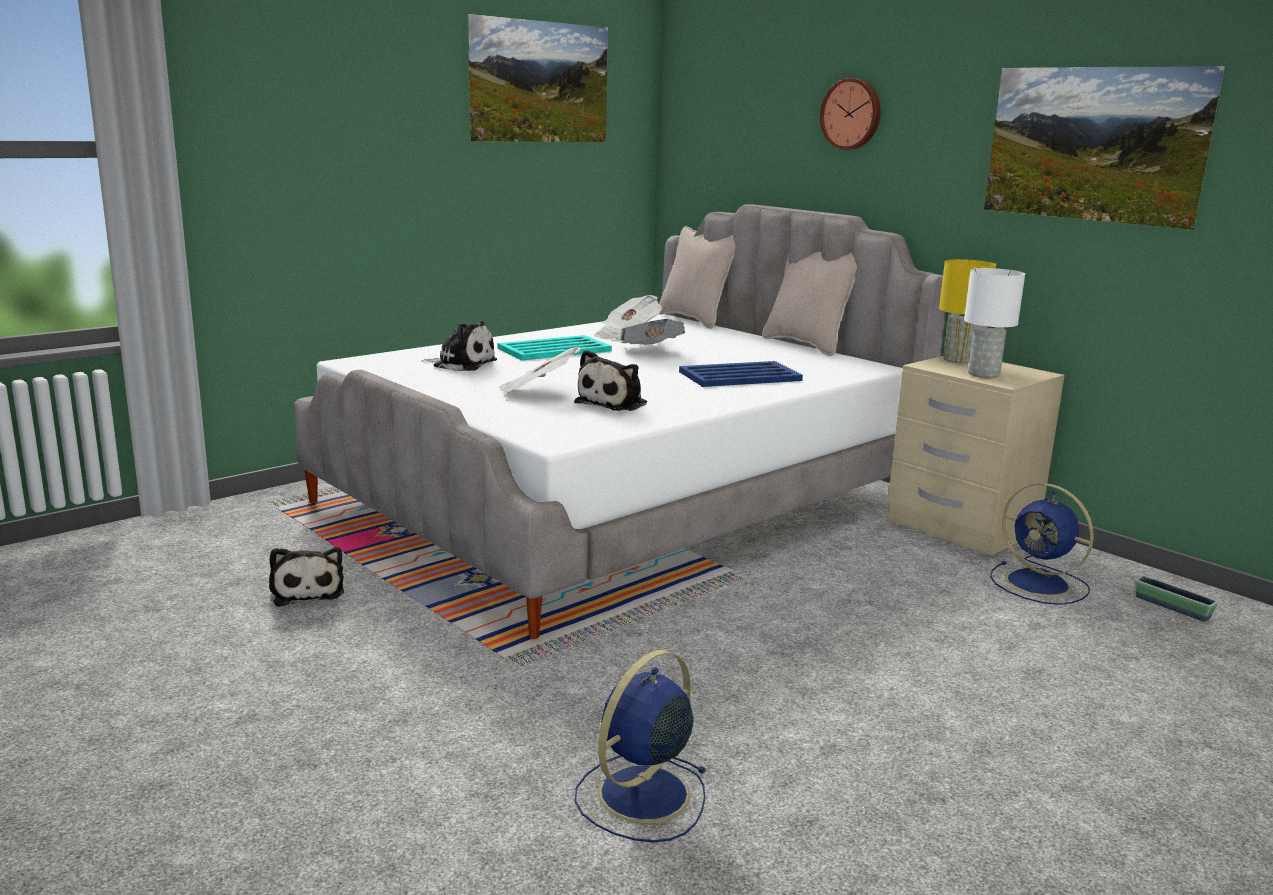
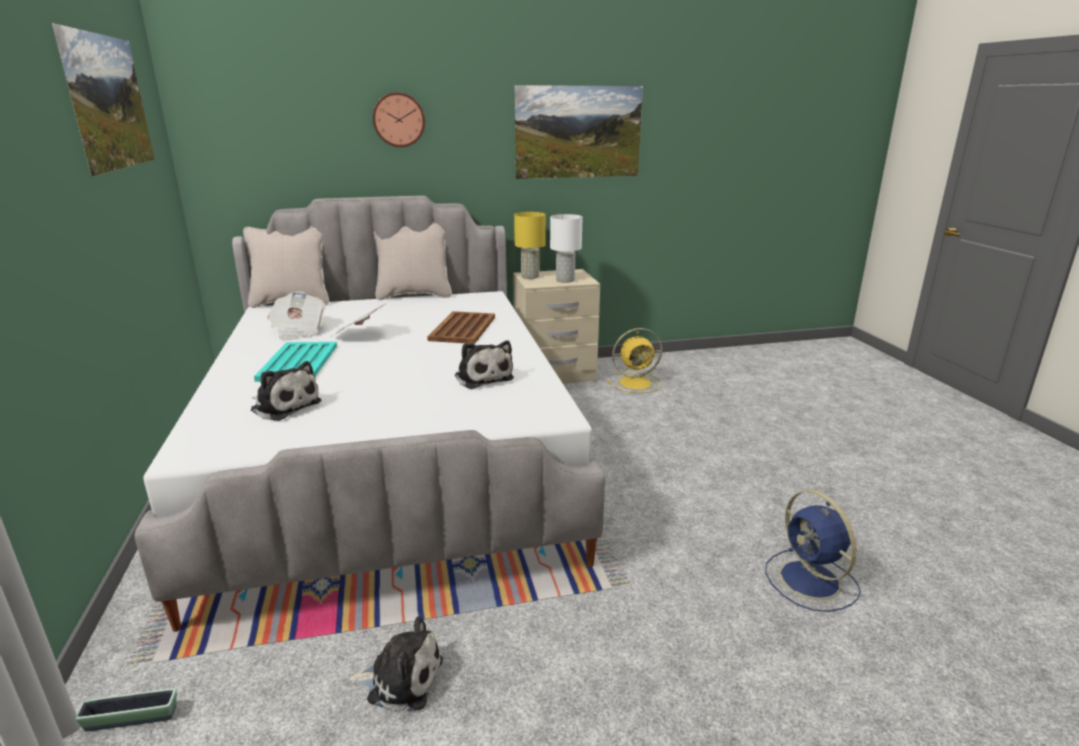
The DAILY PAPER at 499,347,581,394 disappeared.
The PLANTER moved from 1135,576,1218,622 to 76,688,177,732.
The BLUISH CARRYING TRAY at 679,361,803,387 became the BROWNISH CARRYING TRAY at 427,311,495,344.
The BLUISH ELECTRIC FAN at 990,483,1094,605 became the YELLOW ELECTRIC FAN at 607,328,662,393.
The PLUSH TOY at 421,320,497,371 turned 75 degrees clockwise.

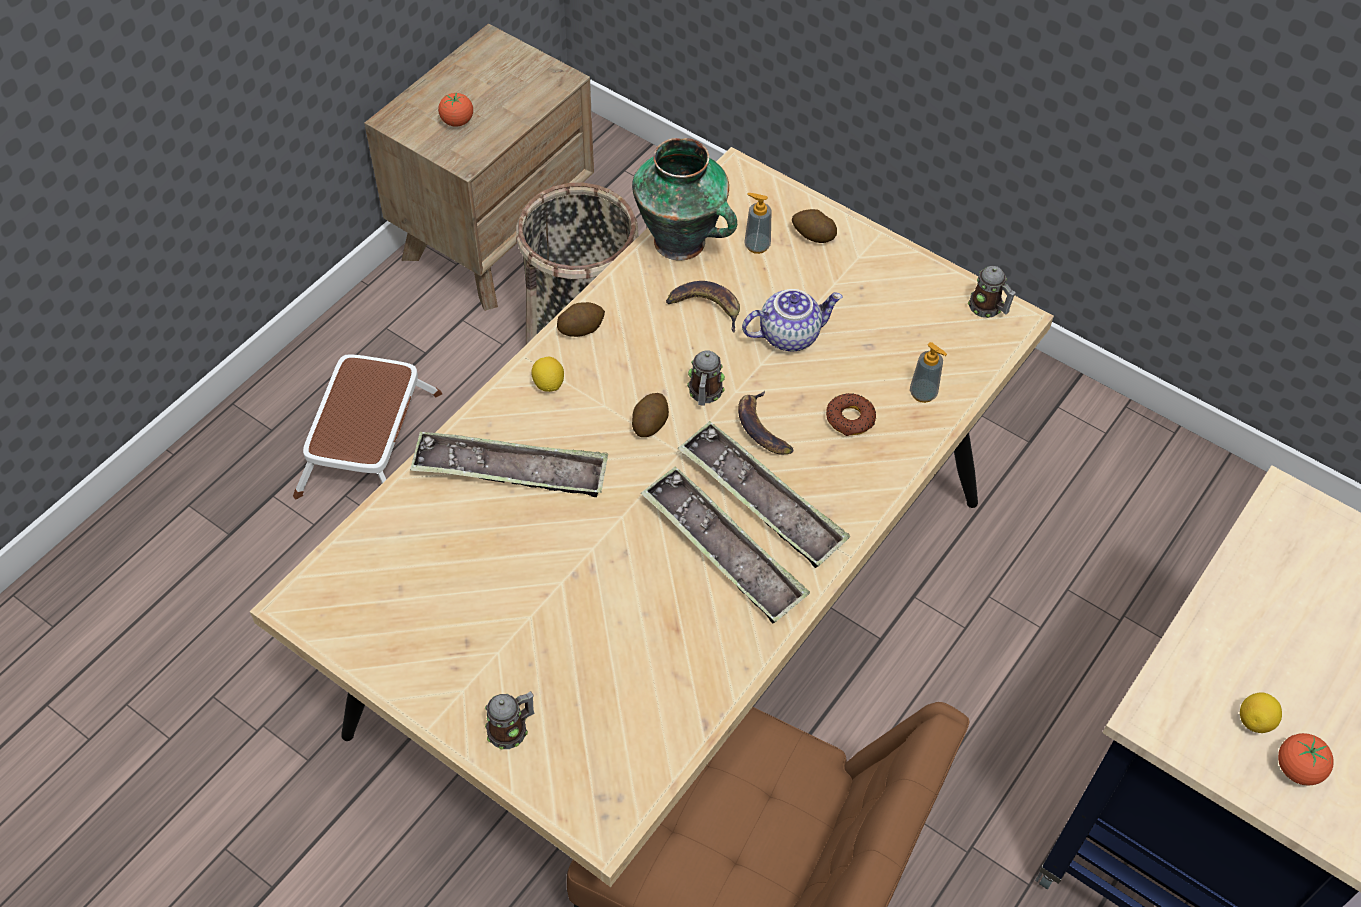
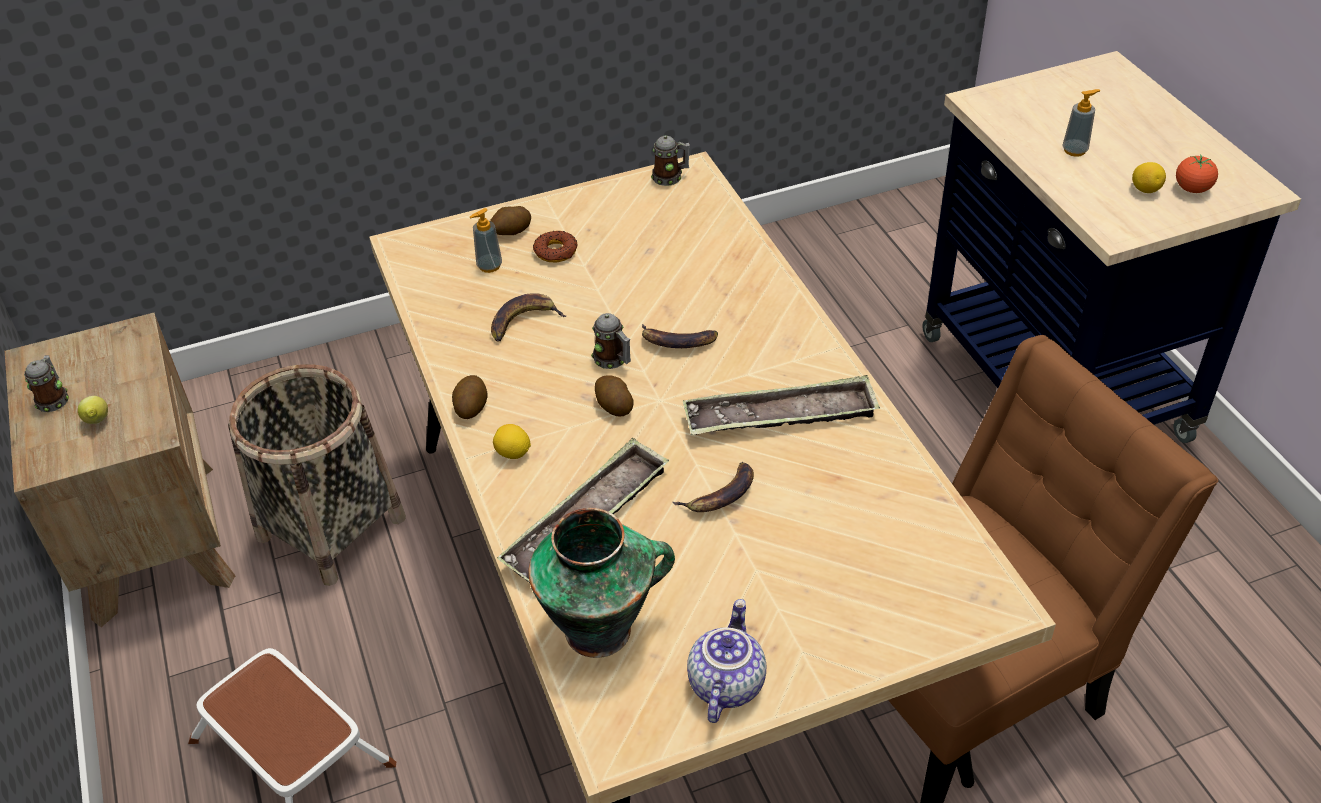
The CARRYING TRAY at 678,421,850,568 disappeared.
The BANANA at 673,462,754,512 appeared.
The TEA MUG moved from 485,691,535,749 to 24,355,69,412.
The VASE moved from 632,138,737,261 to 529,508,675,658.
The TEAPOT moved from 742,289,843,351 to 687,599,766,723.
The DONUT moved from 826,393,876,436 to 533,231,577,263.
The SOAP DISPENSER moved from 910,342,947,403 to 1062,89,1101,157.
The TOMATO at 438,93,473,127 was replaced by the WHOLE LEMON at 78,396,108,424.

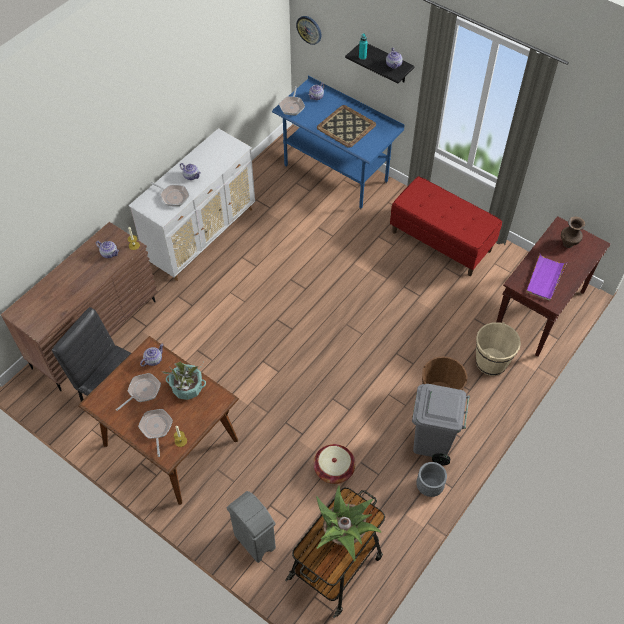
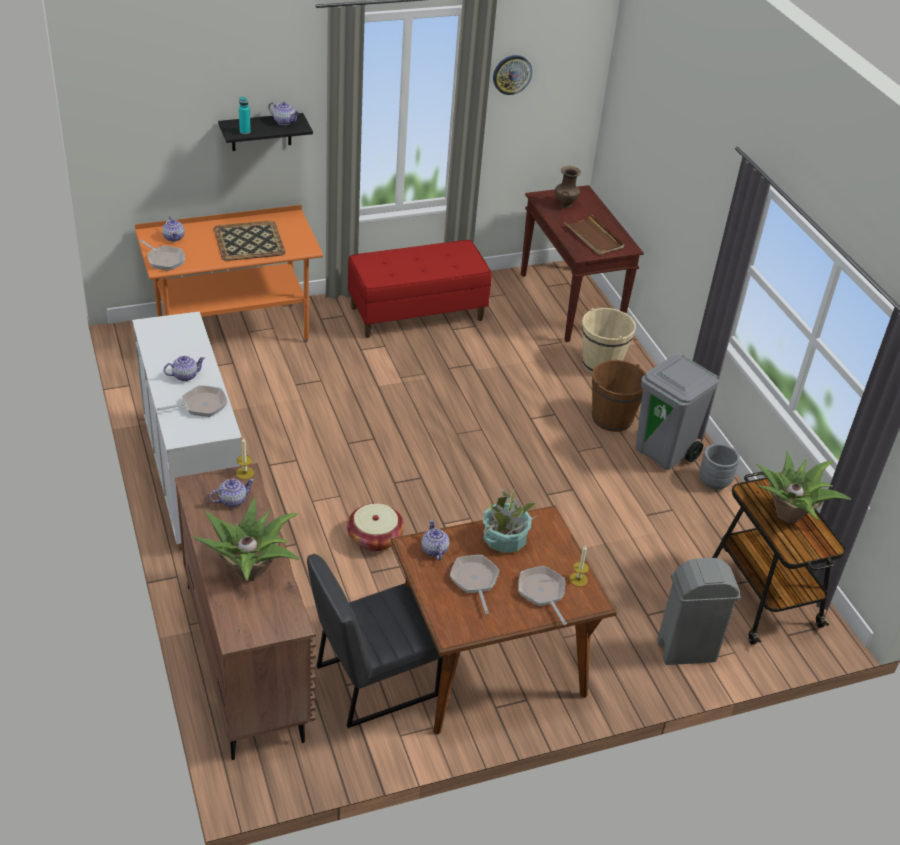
The HOUSEPLANT at 193,499,299,581 appeared.
The WALL CLOCK moved from 296,16,321,45 to 493,55,532,95.
The BASKET moved from 314,444,355,484 to 347,503,404,551.
The BLUISH DESK TABLE at 272,76,405,209 became the ORANGE-COLOURED DESK TABLE at 135,205,323,342.
The PURPLE-COLOURED CARRYING TRAY at 526,254,567,301 became the BROWNISH CARRYING TRAY at 564,214,624,255.
The PAN at 138,409,173,457 turned 45 degrees clockwise.

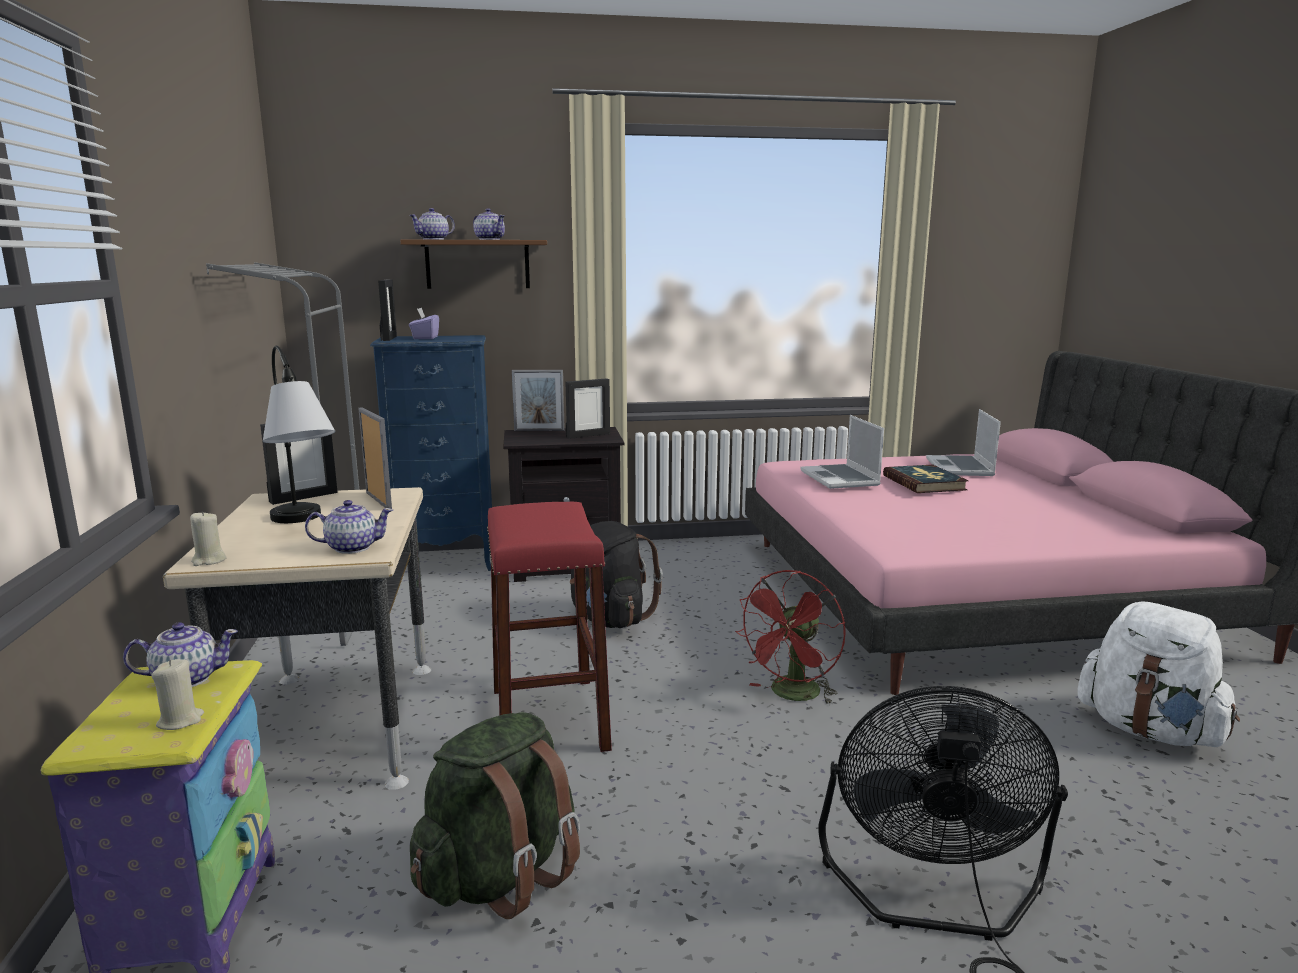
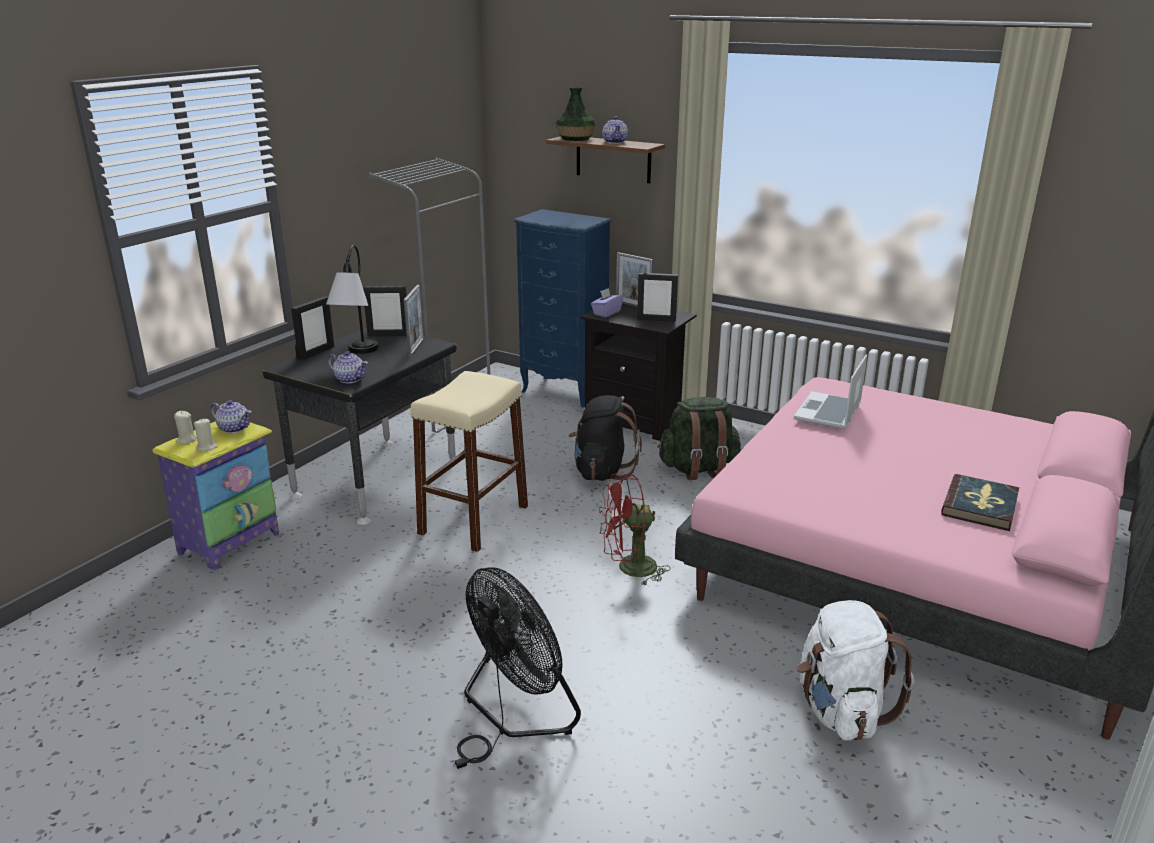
The LAPTOP at 926,409,1001,476 disappeared.
The BEIGE-COLOURED WAX LIGHT moved from 190,511,226,566 to 174,411,197,444.
The PHOTO FRAME moved from 378,280,397,341 to 291,296,334,360.
The PURPLE-COLOURED TISSUE HOLDER moved from 409,307,439,339 to 591,288,623,317.
The GREENISH BACKPACK moved from 410,712,580,919 to 657,397,741,480.
The VOLUME moved from 883,465,969,493 to 941,474,1019,531.
The TEAPOT at 409,208,455,240 was replaced by the VASE at 556,87,596,141.
The BEIGE-COLOURED DESK TABLE at 163,487,431,790 became the BLACK DESK TABLE at 263,327,459,525.
The REDDISH STOOL SEAT at 487,502,612,752 became the BEIGE-COLOURED STOOL SEAT at 411,371,528,552.

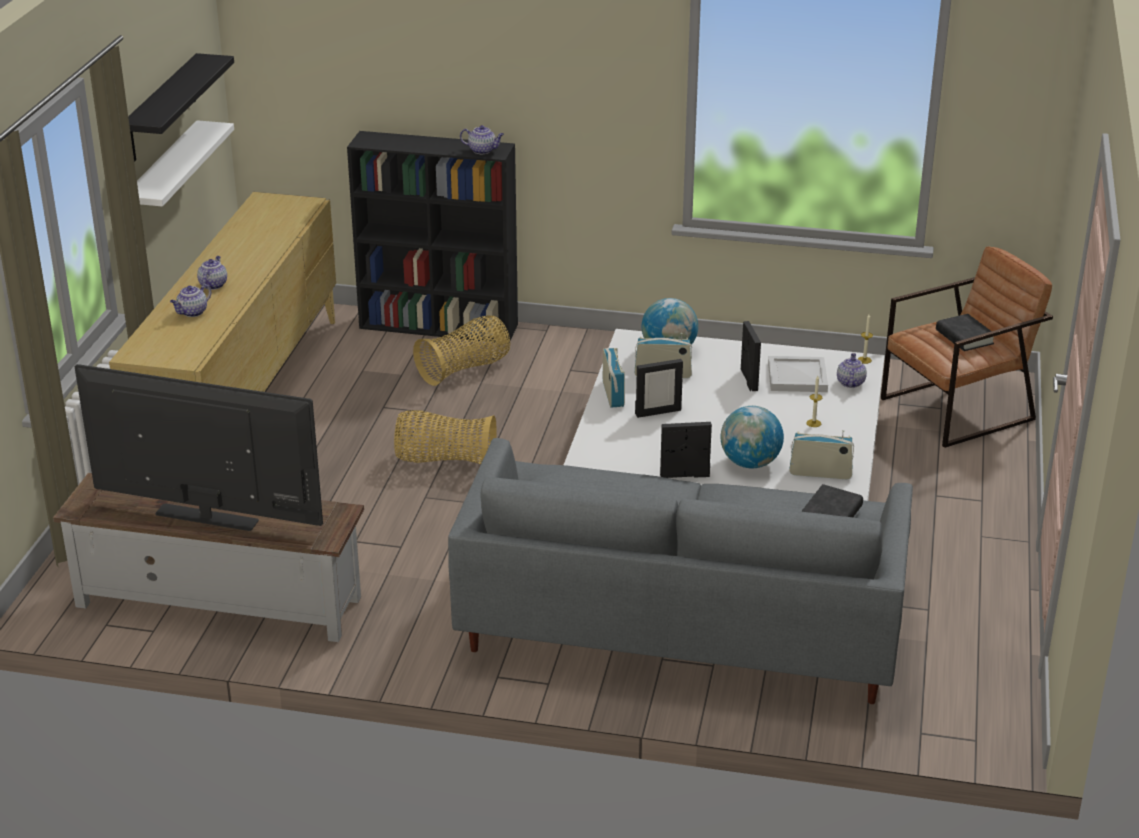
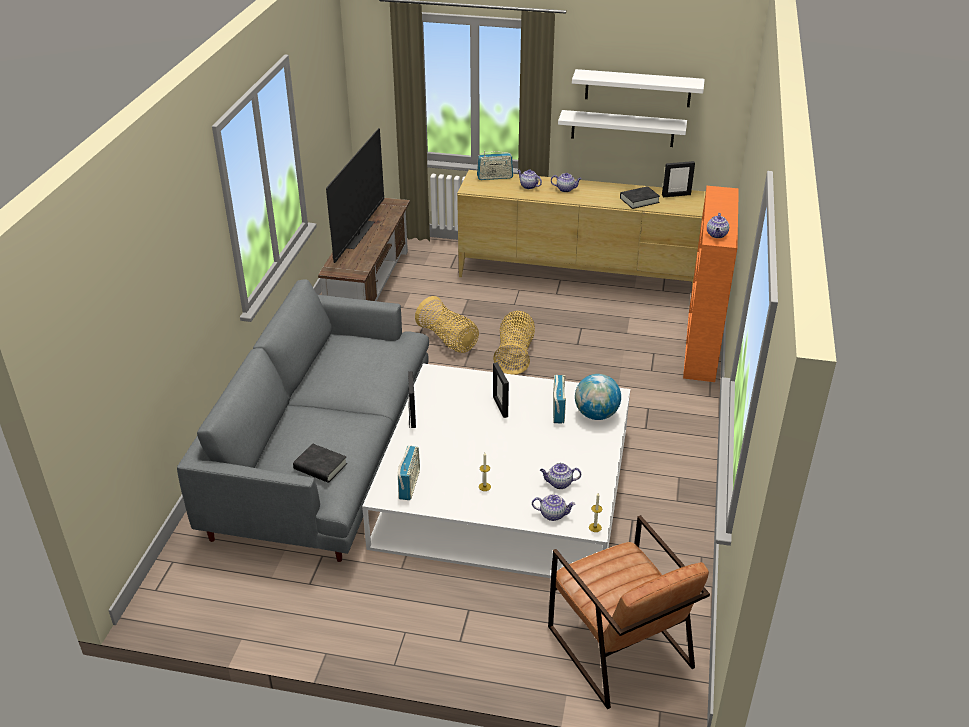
The DESK GLOBE at 721,406,784,468 disappeared.
The BASKET moved from 413,315,510,386 to 415,296,479,353.
The RADIO RECEIVER moved from 602,348,625,408 to 477,150,513,180.
The PHOTO FRAME moved from 741,321,761,392 to 662,161,695,197.
The BLACK VOLUME moved from 936,314,994,351 to 620,186,660,209.
The WHITE-COLOURED CARRYING TRAY at 768,356,828,392 was replaced by the TEAPOT at 540,463,581,489.
The BLACK SHELF at 128,53,234,162 became the WHITE-COLOURED SHELF at 572,69,705,107.
The BLACK BOOKSHELF at 347,131,518,342 became the ORANGE-COLOURED BOOKSHELF at 683,186,739,382.

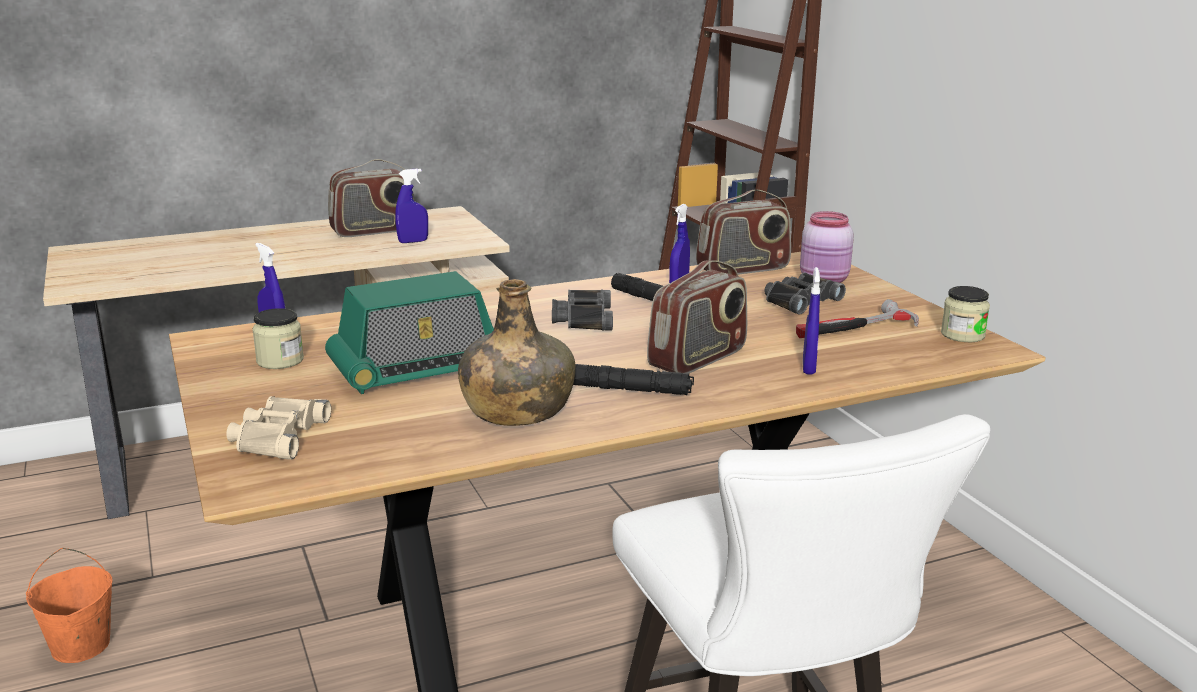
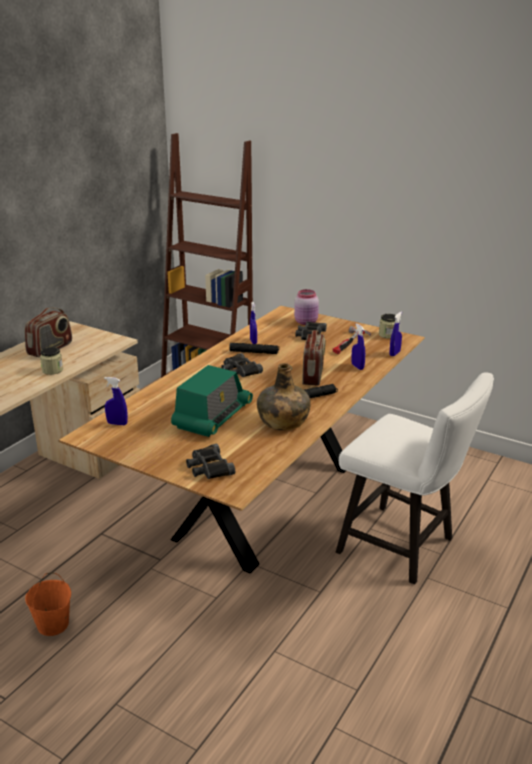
The RADIO RECEIVER at 696,190,791,275 disappeared.
The JAR moved from 252,308,304,369 to 40,347,63,375.
The BLUISH HAND SPRAYER moved from 395,168,428,243 to 390,312,402,356.
The BEIGE-COLOURED FIELD GLASSES at 226,396,331,460 became the BLACK FIELD GLASSES at 186,444,235,479.

